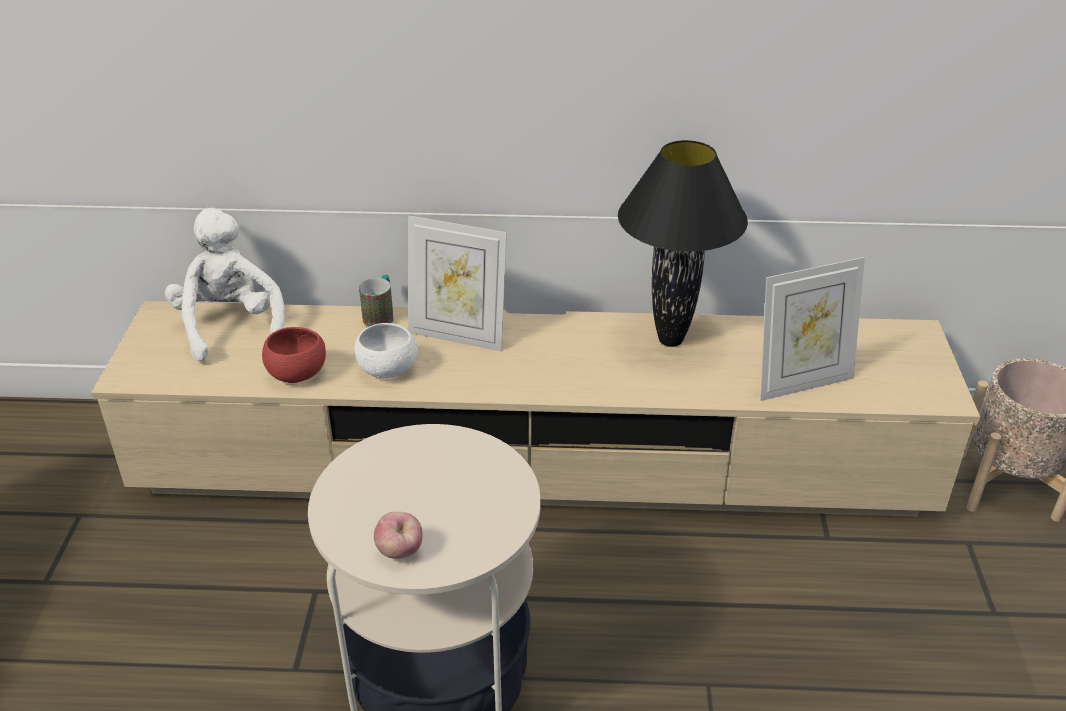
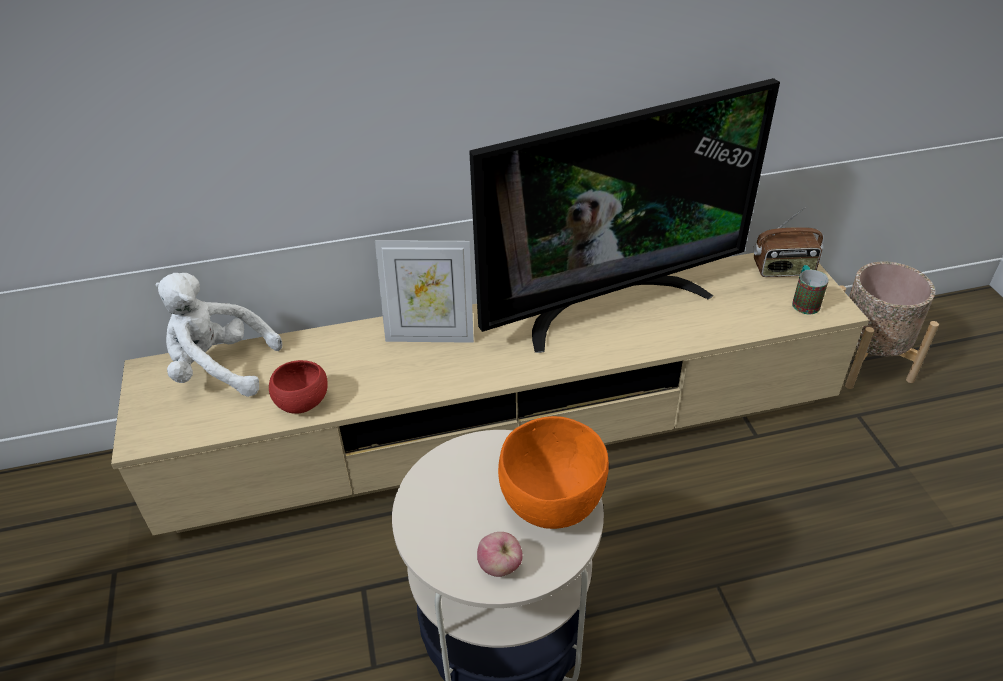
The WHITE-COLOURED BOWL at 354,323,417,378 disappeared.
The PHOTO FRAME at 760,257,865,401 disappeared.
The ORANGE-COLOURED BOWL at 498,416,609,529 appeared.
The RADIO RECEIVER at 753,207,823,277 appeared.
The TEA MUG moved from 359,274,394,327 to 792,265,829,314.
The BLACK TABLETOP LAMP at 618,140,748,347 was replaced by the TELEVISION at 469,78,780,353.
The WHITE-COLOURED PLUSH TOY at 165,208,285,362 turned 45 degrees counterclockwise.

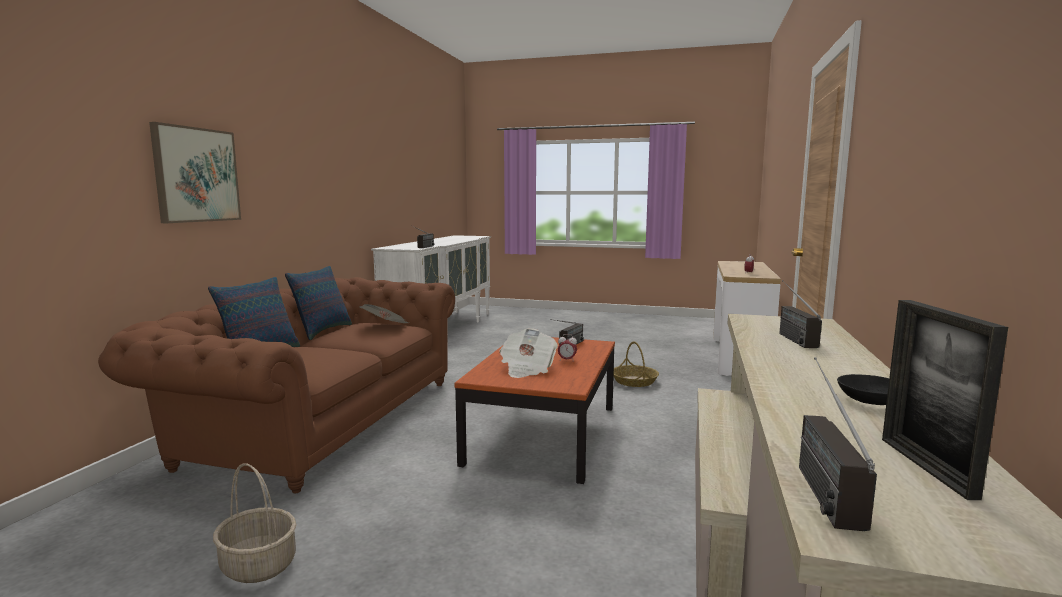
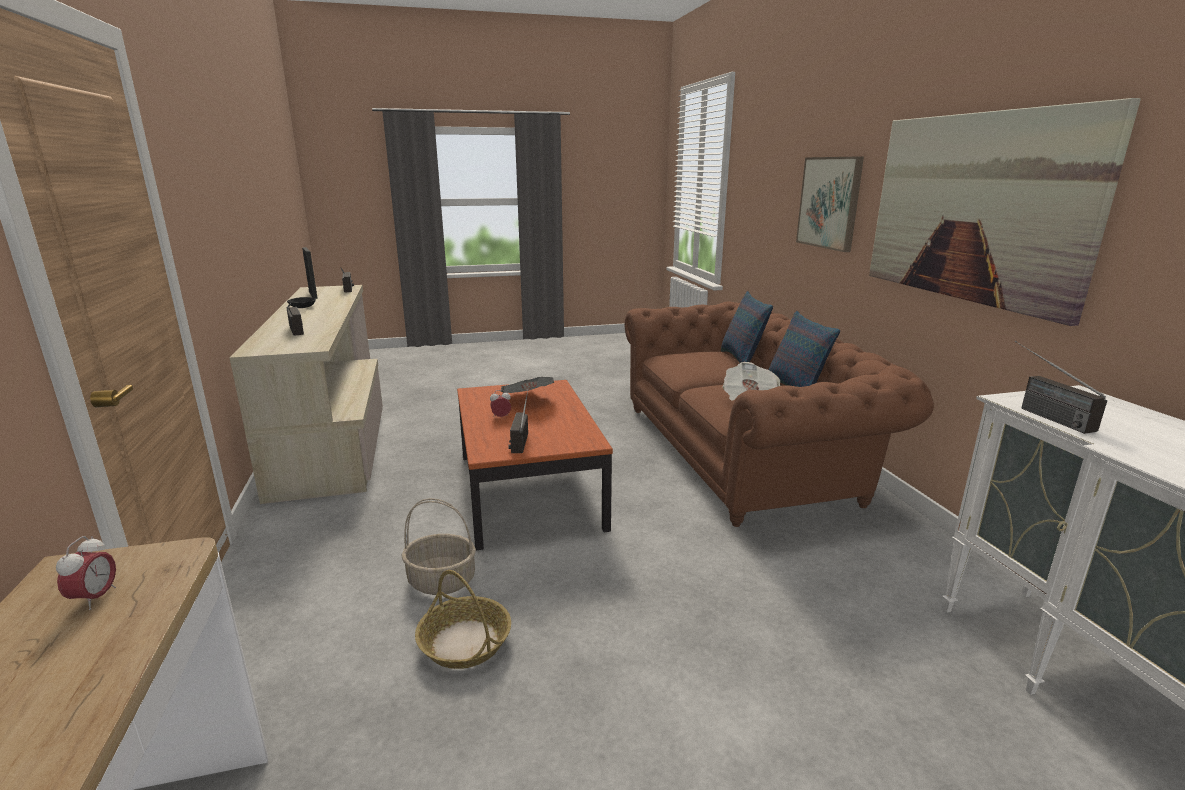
The WALL PICTURE at 869,98,1141,326 appeared.
The BASKET moved from 213,463,296,583 to 401,498,476,595.

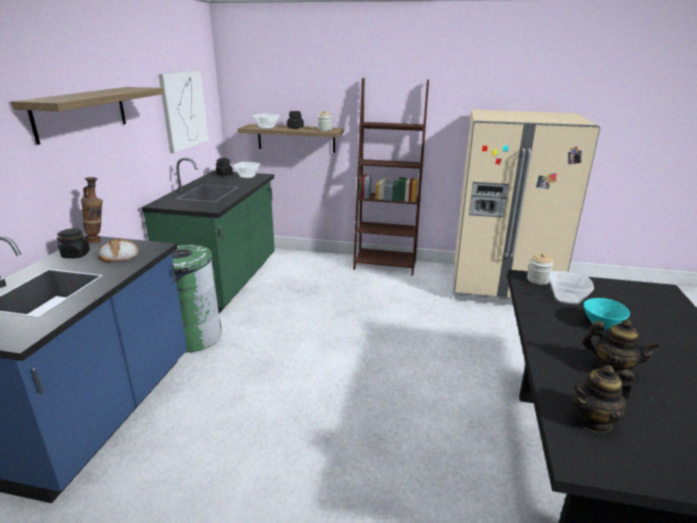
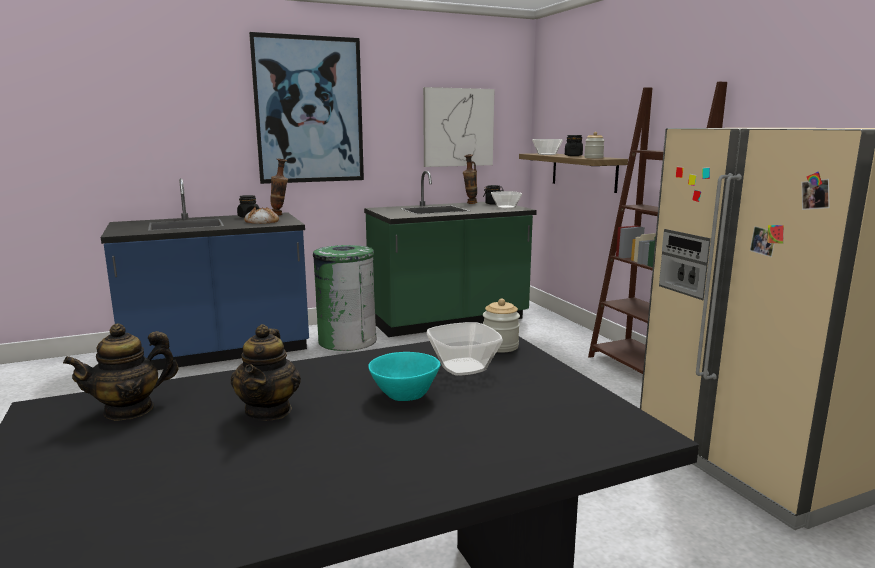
The VASE at 463,154,477,204 appeared.
The SHELF at 11,87,164,145 was replaced by the WALL PICTURE at 249,32,364,184.
The TEAPOT at 572,365,635,433 turned 75 degrees counterclockwise.

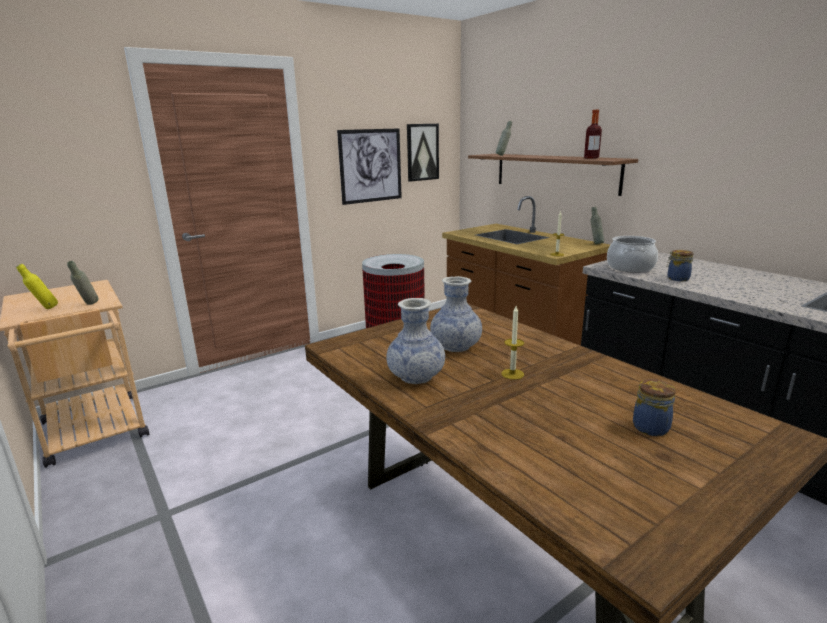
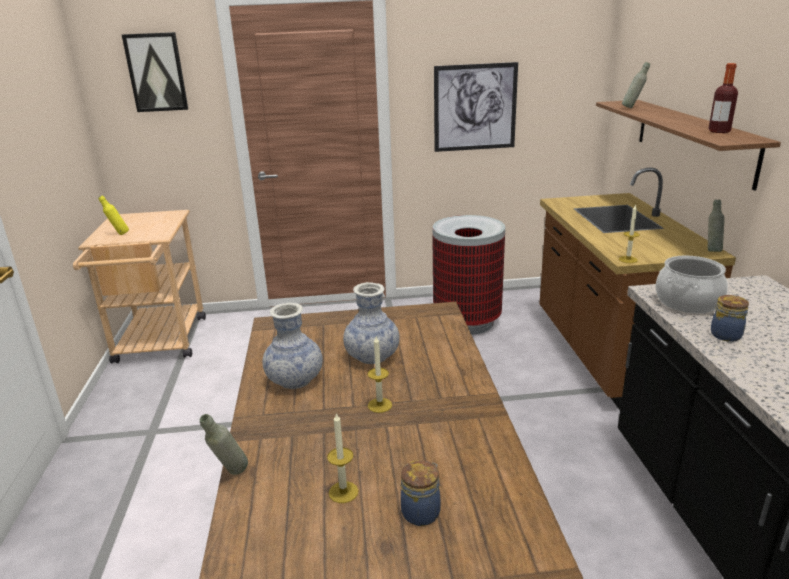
The WAX LIGHT at 327,412,358,503 appeared.
The GREY DRINK BOTTLE moved from 67,261,99,305 to 200,414,248,475.
The WALL PICTURE moved from 407,124,439,182 to 122,32,188,112.

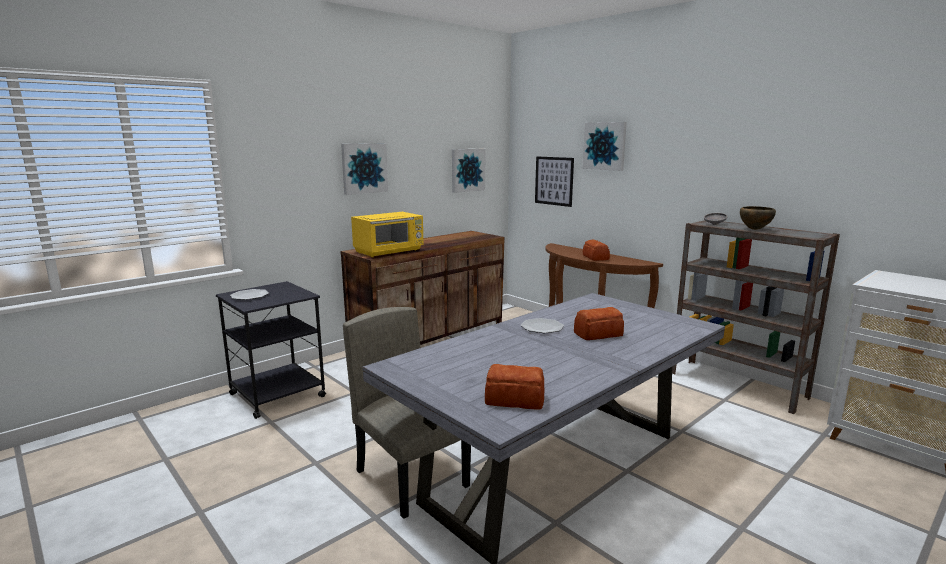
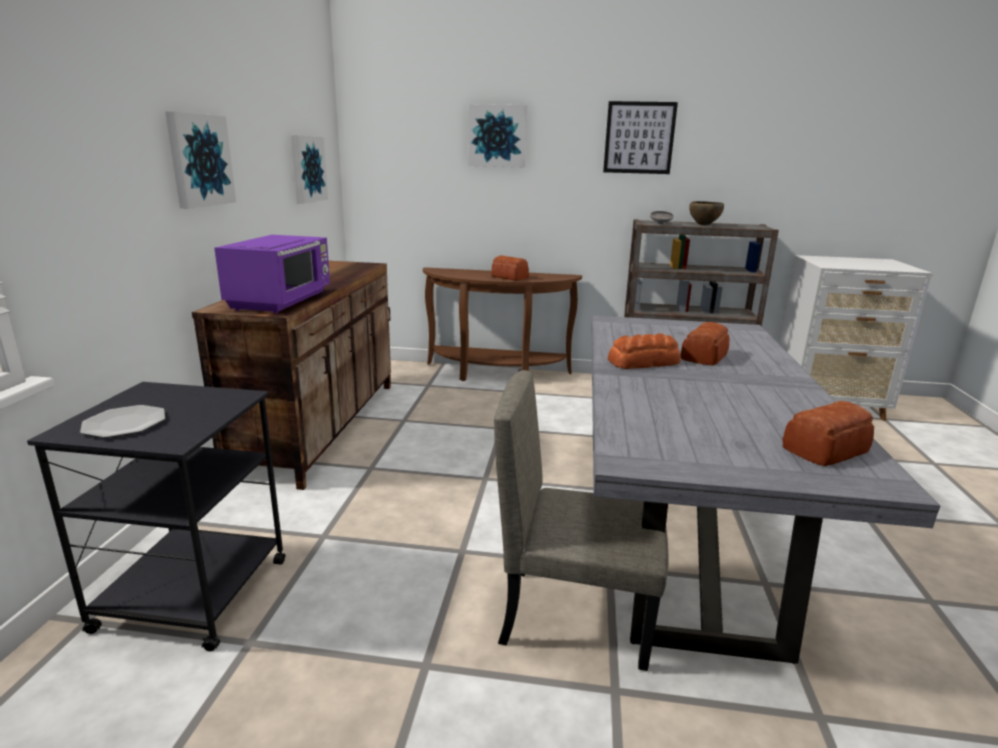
The WALL PICTURE moved from 535,156,574,207 to 603,101,678,174.
The PLATE at 521,318,564,333 was replaced by the BAKERY BREAD at 608,334,681,369.
The YELLOW MICROWAVE at 351,212,424,257 became the PURPLE-COLOURED MICROWAVE at 214,235,330,313.

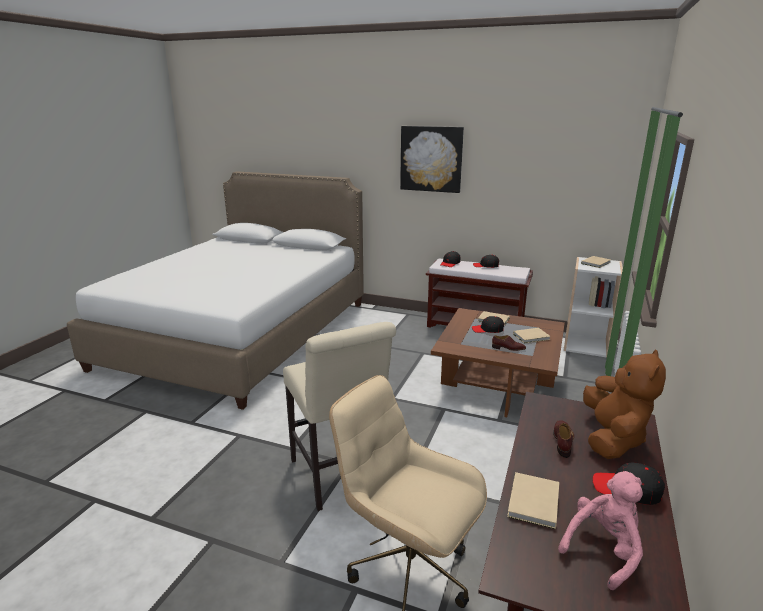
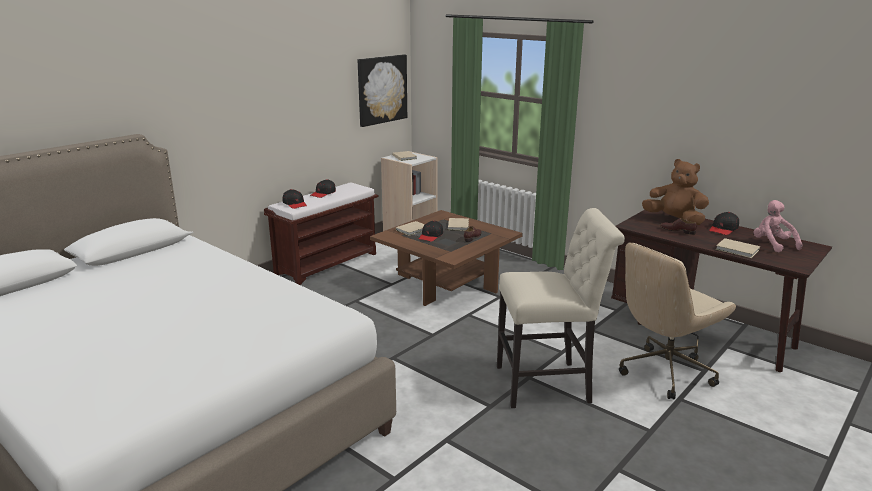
The WALL PICTURE moved from 400,126,464,193 to 358,54,407,127.

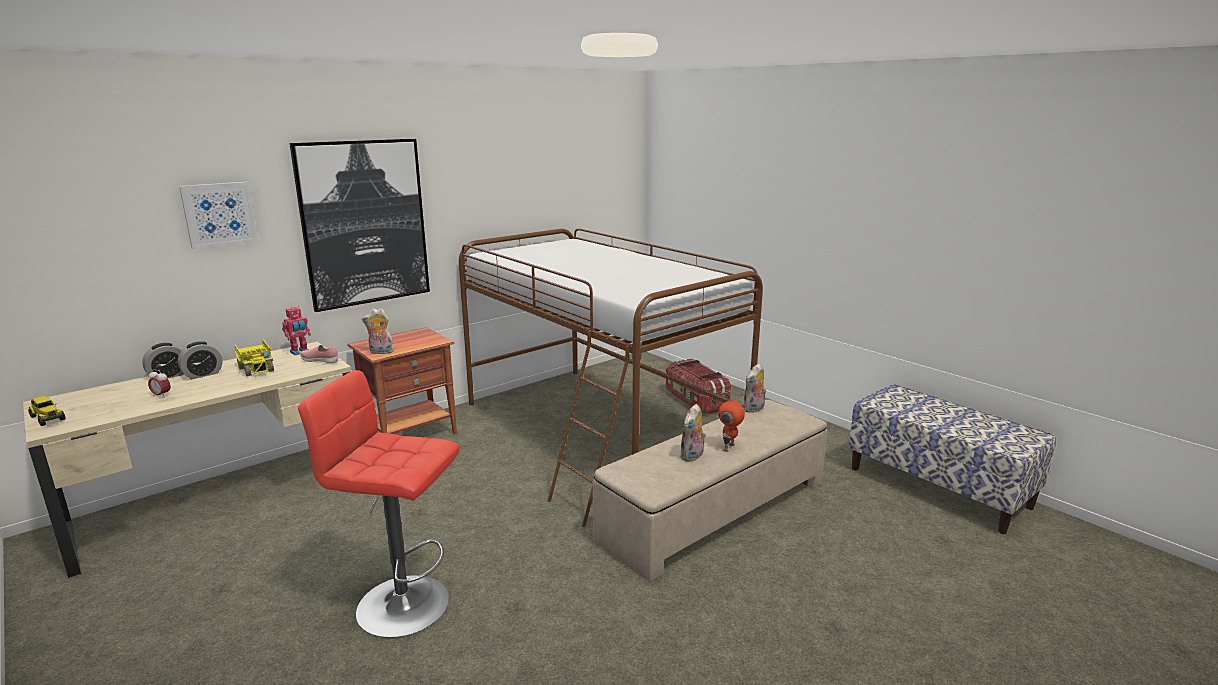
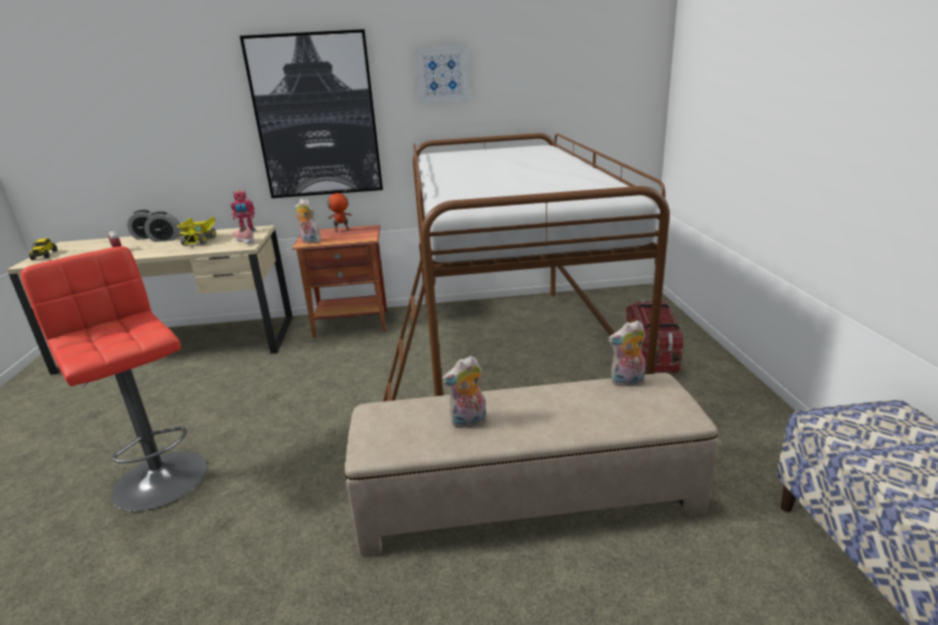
The WALL PICTURE moved from 179,182,259,249 to 415,45,470,104.
The ROBOT FIGURE moved from 719,395,745,452 to 327,191,352,232.

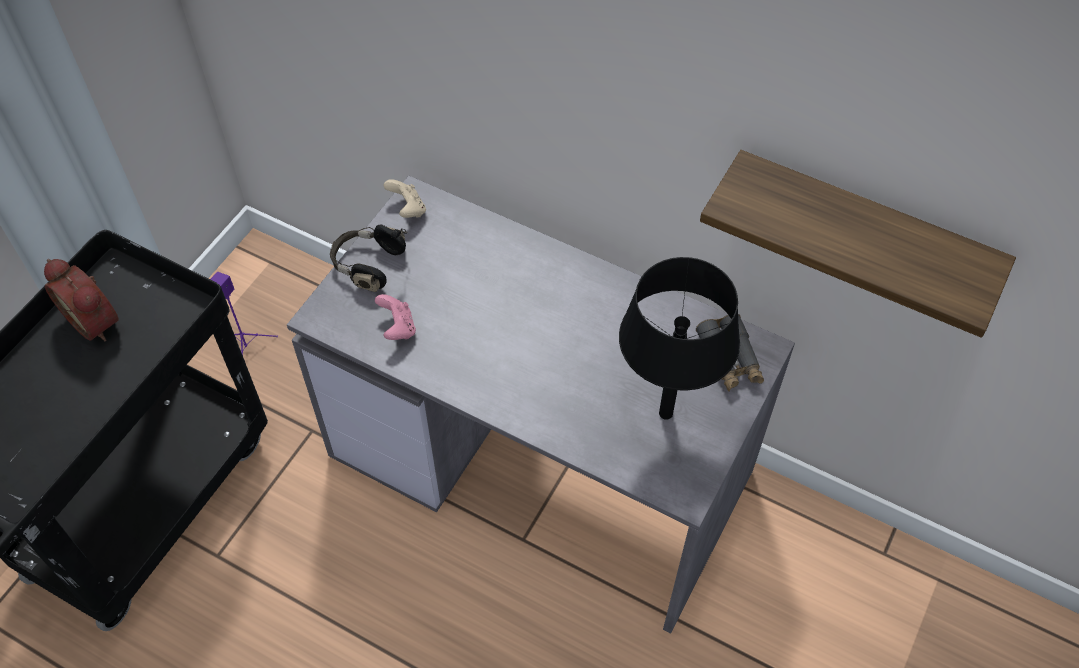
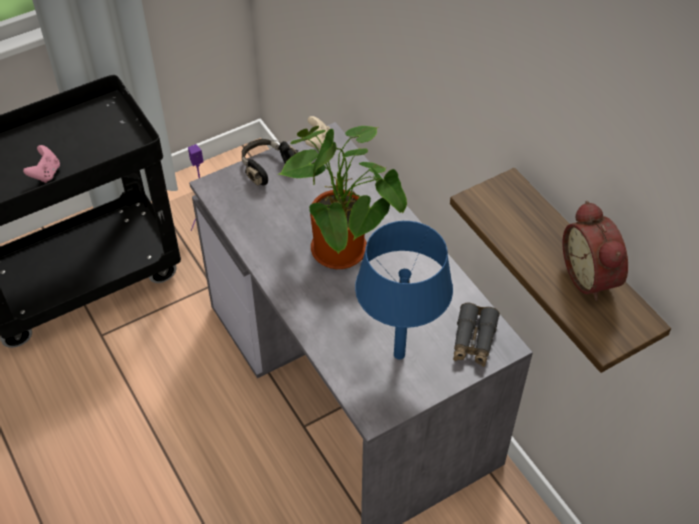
The HOUSEPLANT at 277,126,407,269 appeared.
The ALARM CLOCK moved from 44,259,119,341 to 563,201,628,301.
The PINK-COLOURED JOYPAD moved from 375,294,416,340 to 23,145,60,183.
The BLACK TABLETOP LAMP at 619,257,740,420 became the BLUISH TABLETOP LAMP at 355,221,453,360.

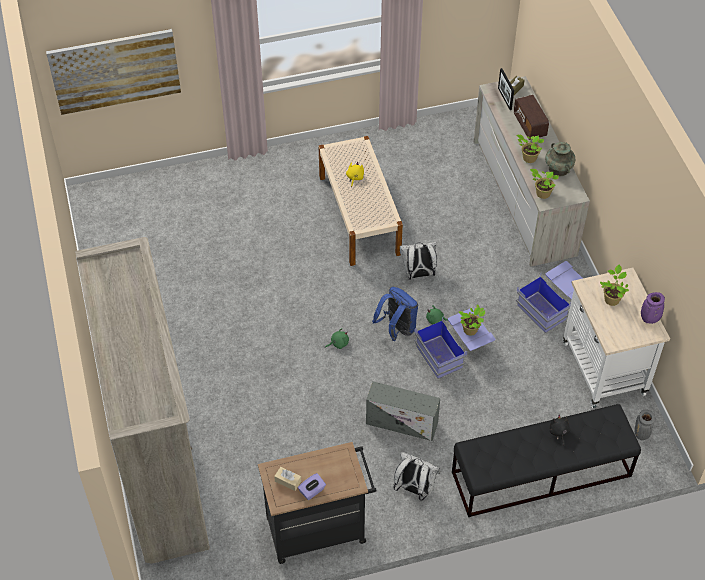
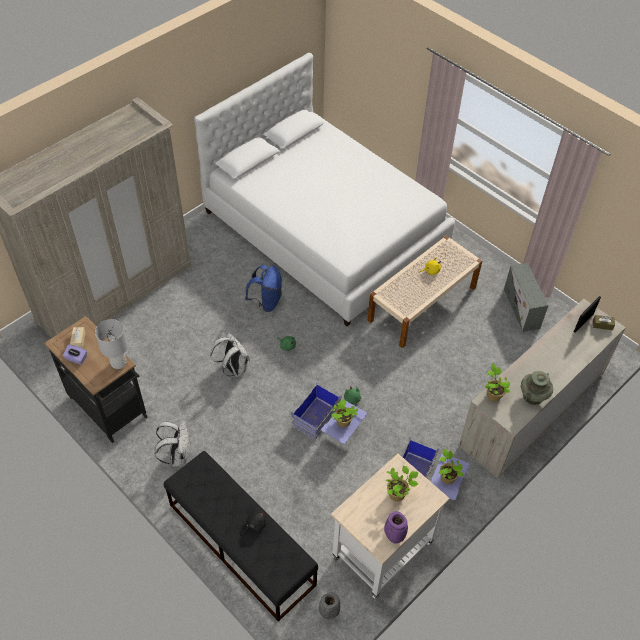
The WALL PICTURE at 46,29,181,115 disappeared.
The RADIO RECEIVER at 514,95,549,140 disappeared.
The GREY TABLETOP LAMP at 95,319,128,369 appeared.
The WHITE-COLOURED BED at 194,53,455,326 appeared.
The GREY STORAGE BOX moved from 366,381,440,441 to 504,263,548,332.
The BLUISH BACKPACK moved from 372,287,418,341 to 245,265,282,312.
The WHITE-COLOURED BACKPACK moved from 400,242,437,280 to 210,333,250,377.
The HOUSEPLANT moved from 516,135,544,163 to 439,449,464,484.

